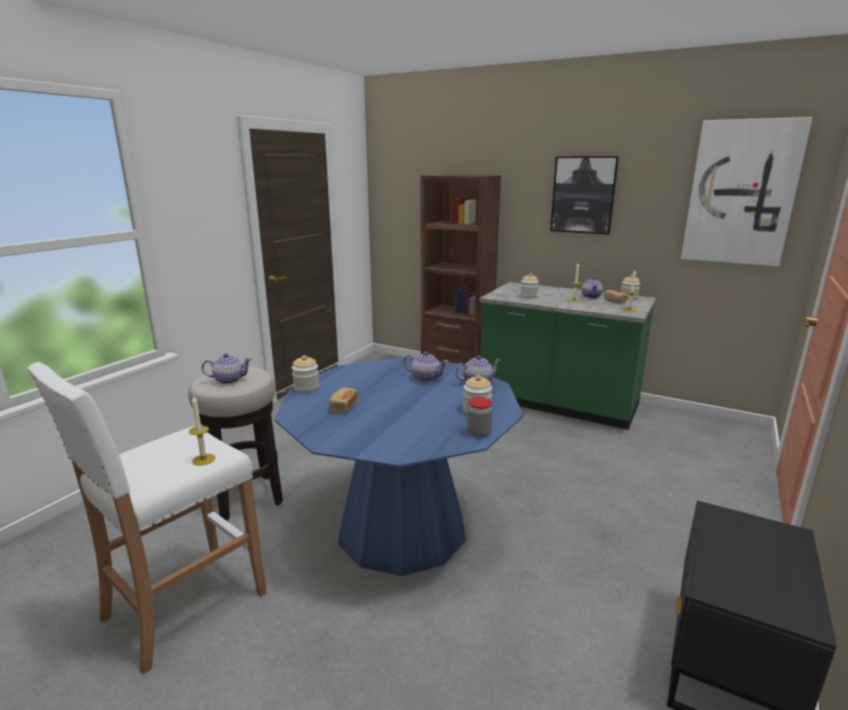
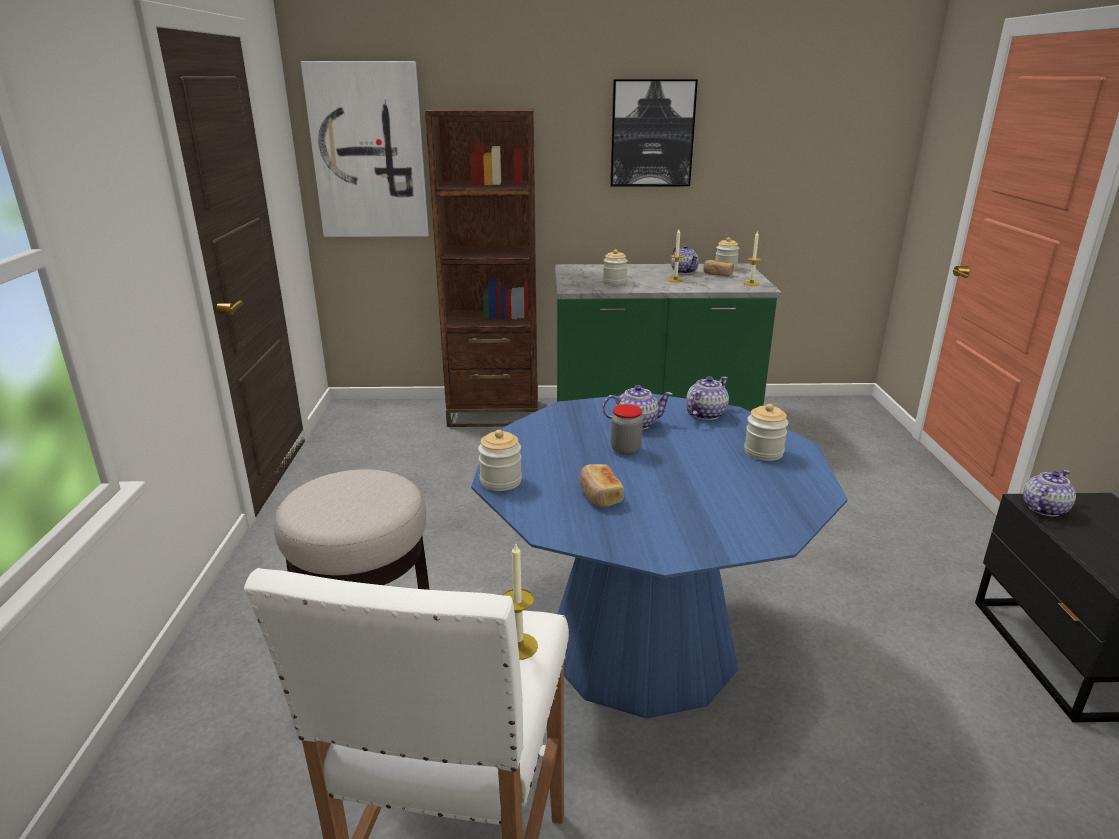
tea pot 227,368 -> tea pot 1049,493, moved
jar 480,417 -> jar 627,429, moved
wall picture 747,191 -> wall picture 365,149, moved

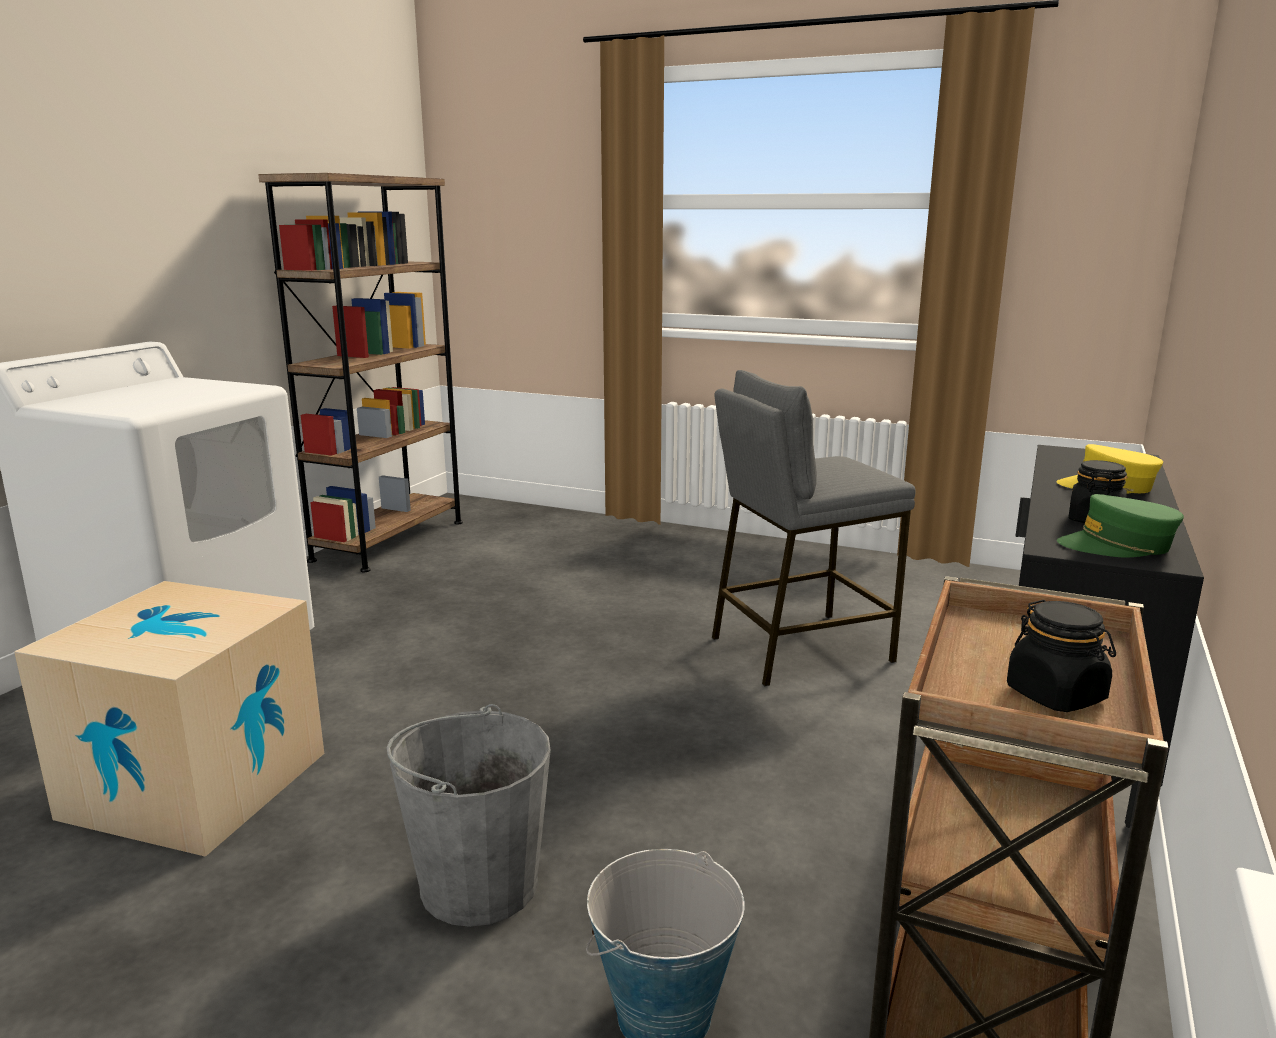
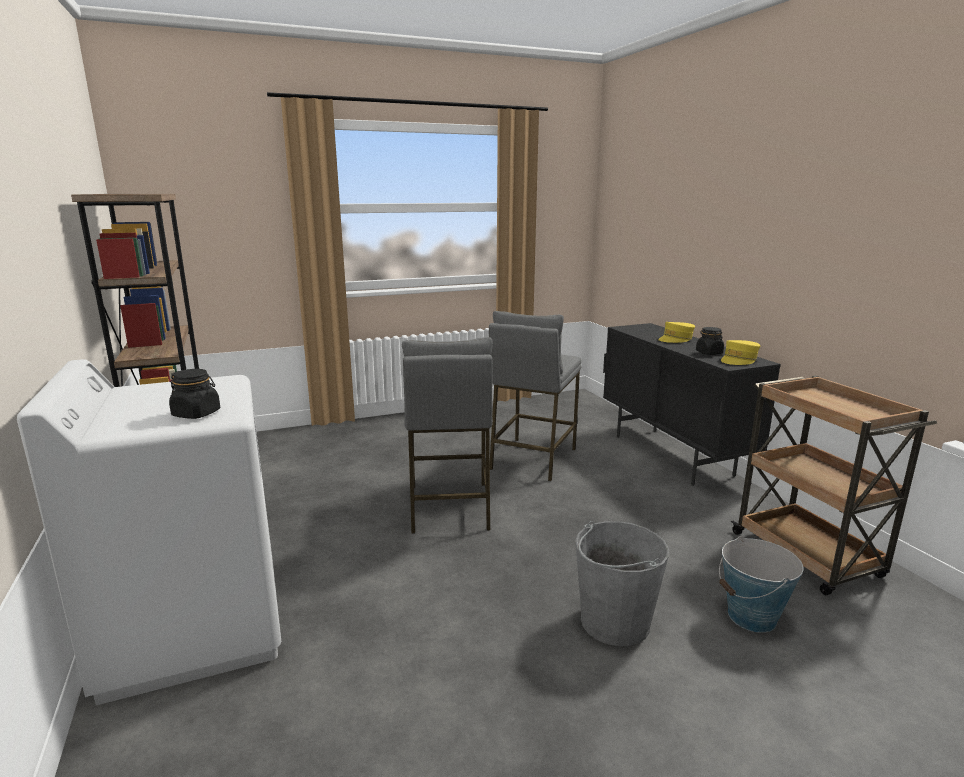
carton 169,719 -> none
blackish jar 1061,656 -> blackish jar 194,394, moved
greenish cap 1120,525 -> yellow cap 740,352
none -> gray stool 447,435

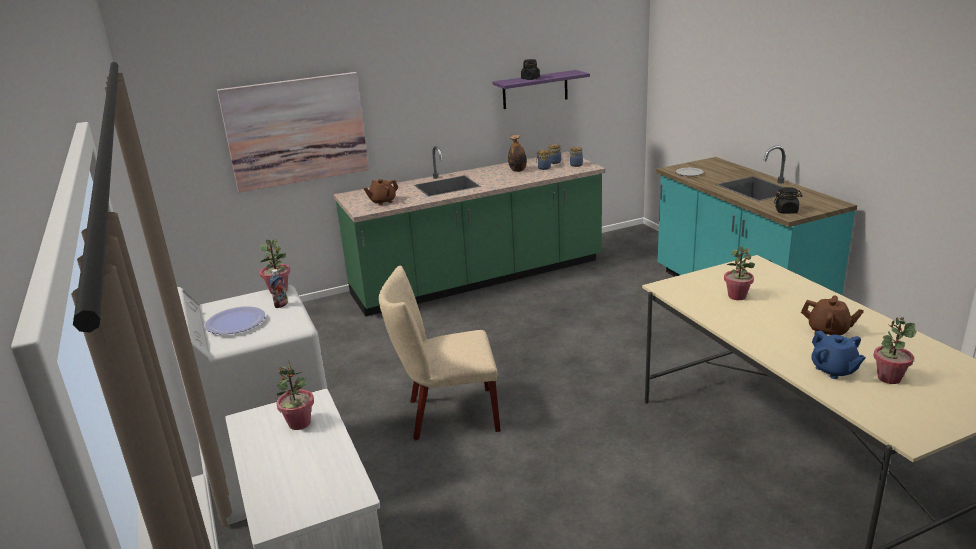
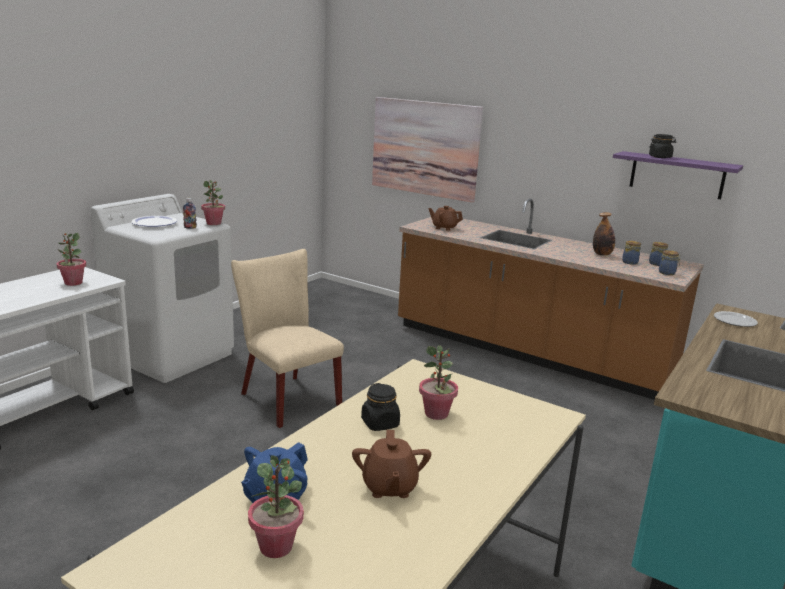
greenish counter 470,231 -> brownish counter 551,299
blackish jar 788,200 -> blackish jar 380,407, moved

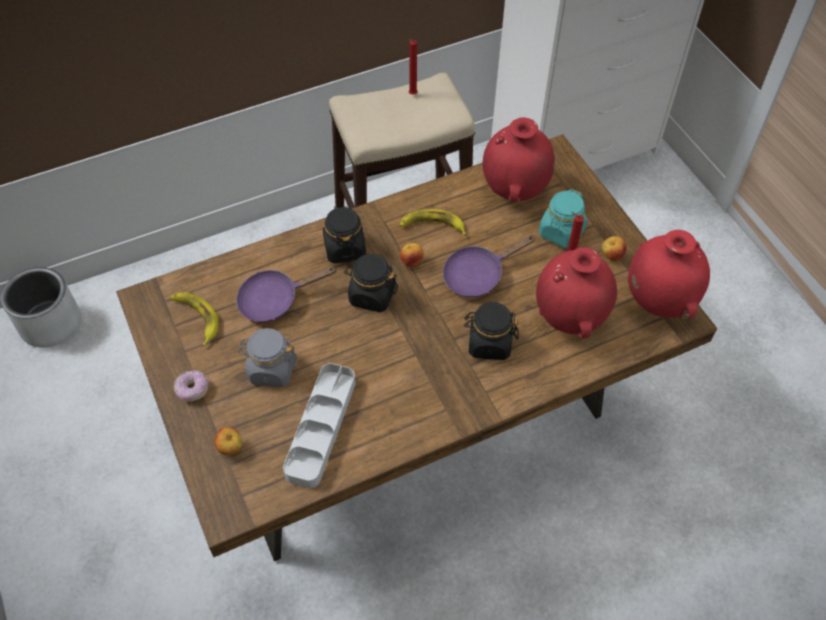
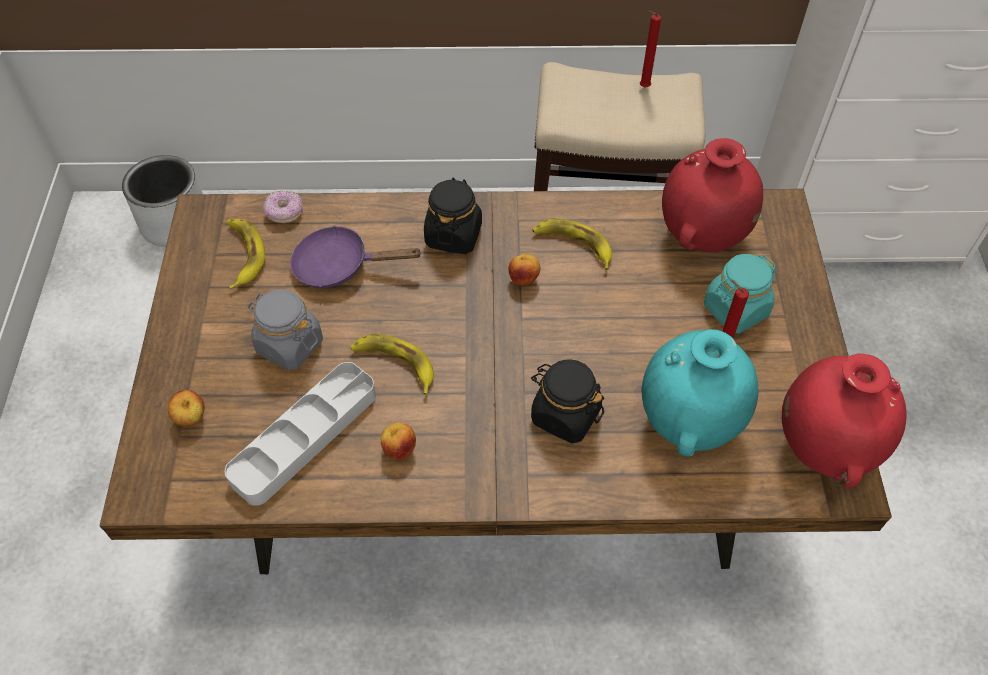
ring doughnut 191,386 -> ring doughnut 283,206, moved
blackish jar 371,283 -> none
purple frying pan 489,266 -> none
reddish flower vase 576,292 -> turquoise-coloured flower vase 700,393
apple 614,248 -> apple 398,441, moved
none -> whole banana 392,364

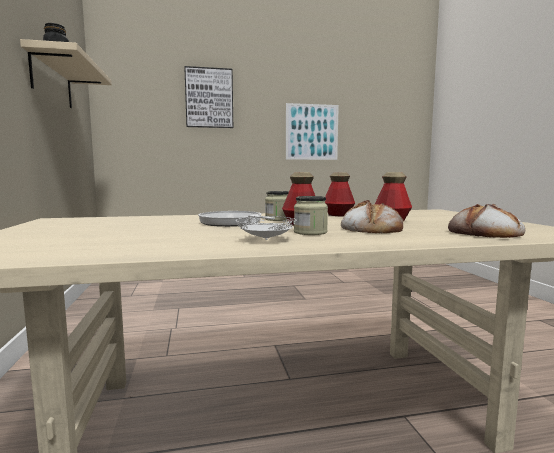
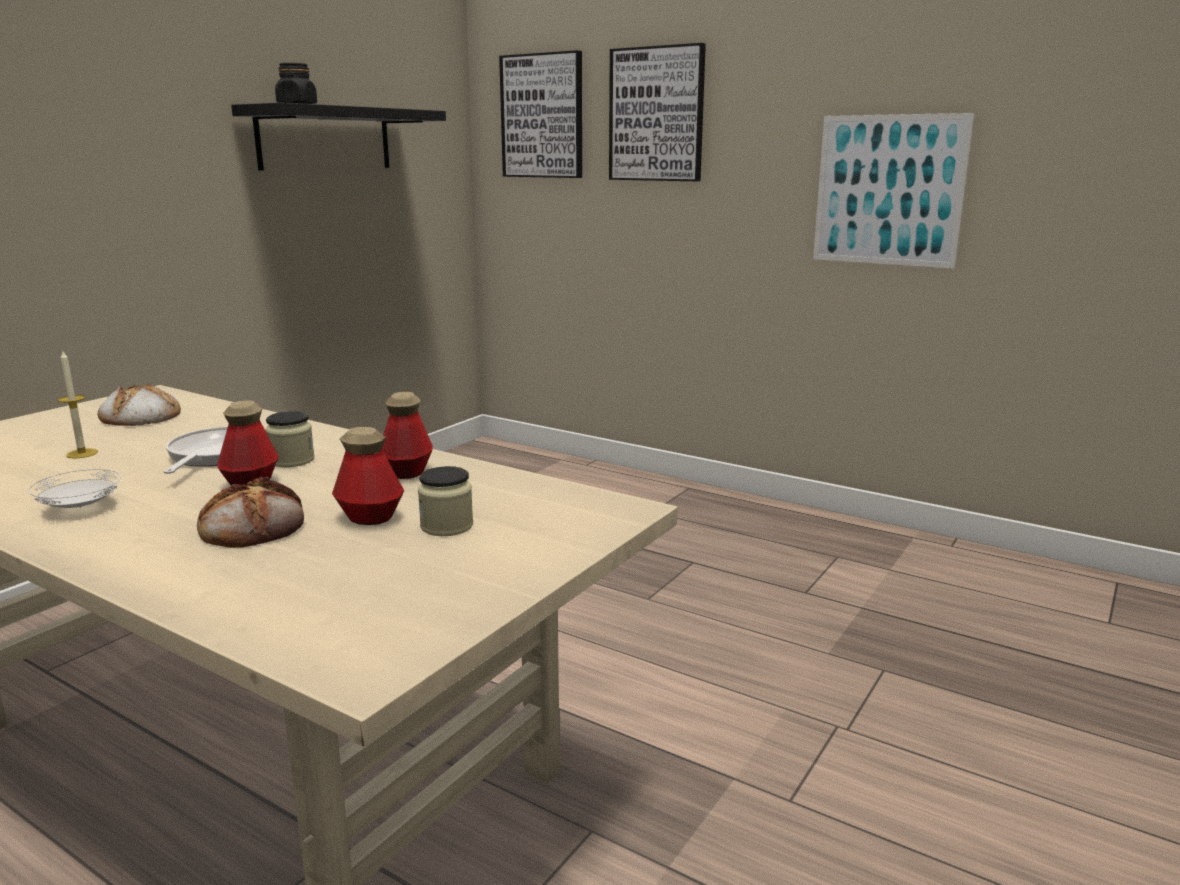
beige-coloured bracket shelf 66,73 -> blackish bracket shelf 338,136
jar 311,215 -> jar 445,501, moved
bread 486,221 -> bread 139,404, moved
none -> candle 78,404
none -> wall picture 540,114

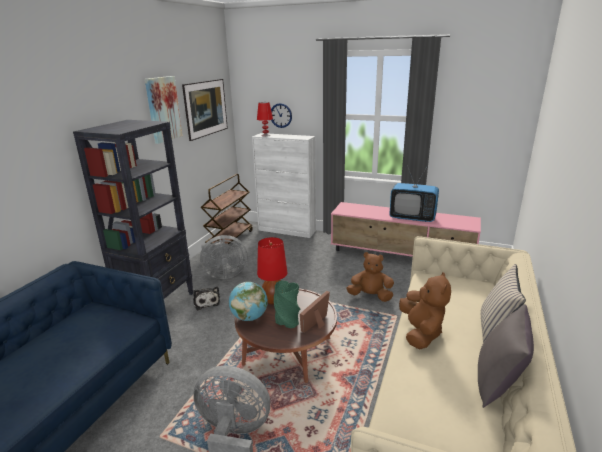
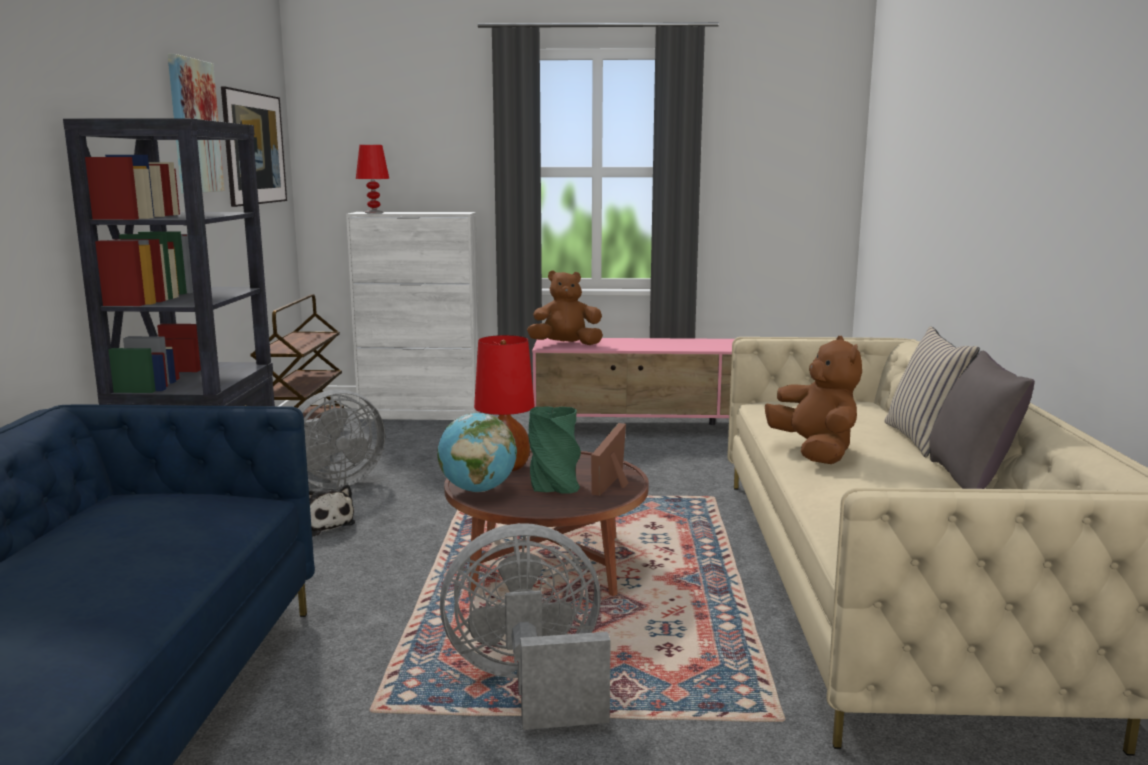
clock on the wall 281,115 -> none
brownish soft toy 370,277 -> brownish soft toy 565,307, moved
TV set 414,193 -> none

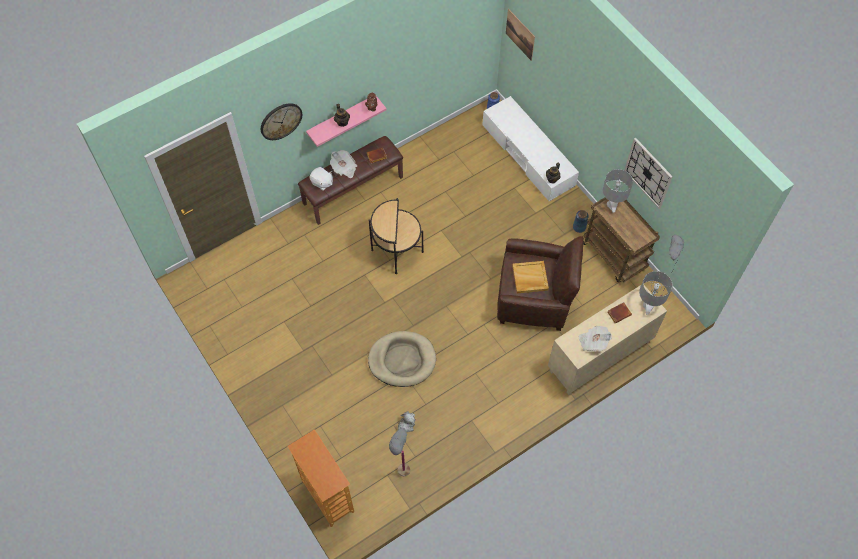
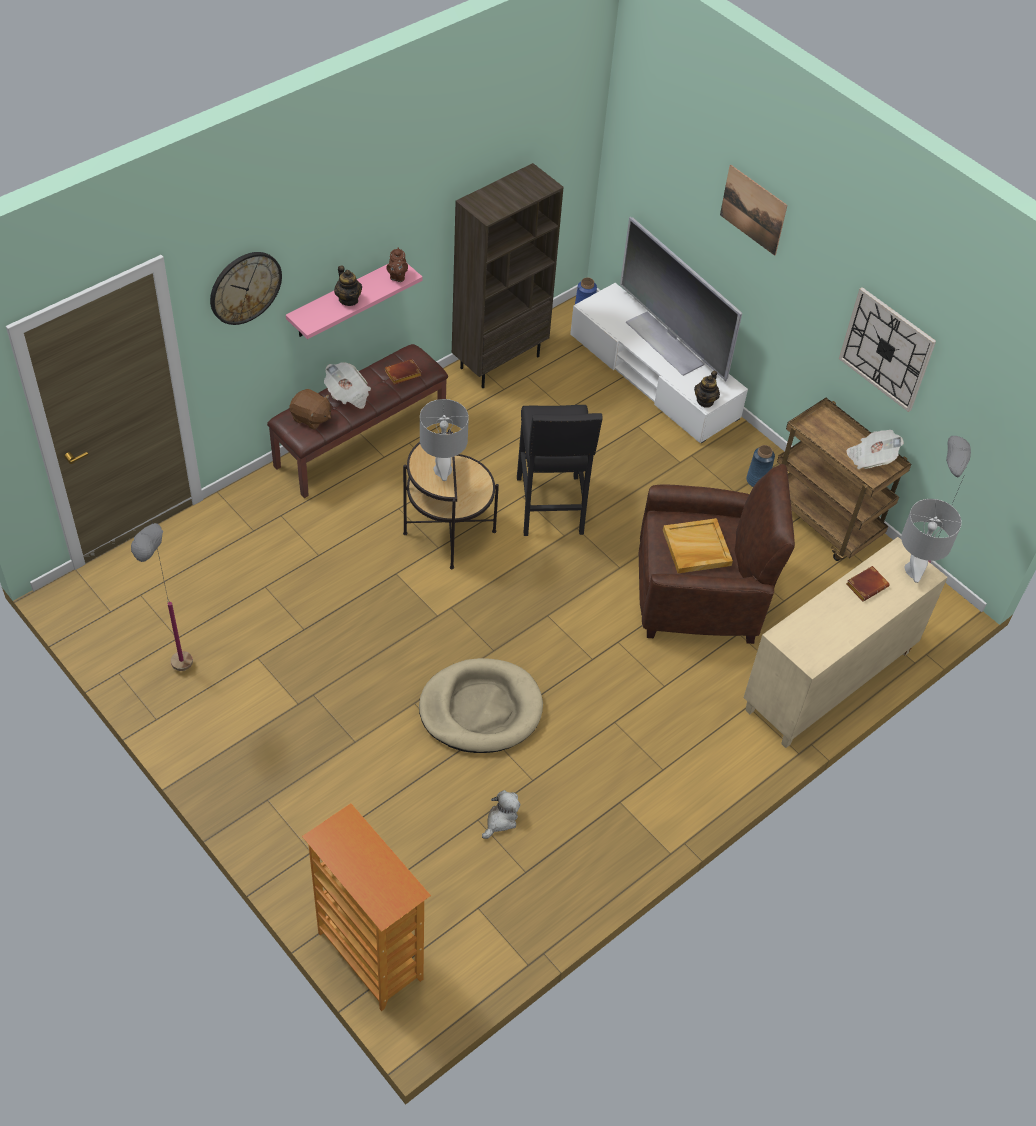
white soft toy 321,178 -> brownish soft toy 310,409
gray standing lamp 399,452 -> gray standing lamp 162,595, moved
wall picture 520,35 -> wall picture 753,210, moved
daily paper 595,339 -> daily paper 875,449, moved
gray lamp for a table 618,191 -> gray lamp for a table 444,440, moved
none -> brownish shelving unit 508,275
none -> blackish stool 560,470
none -> TV set 681,299

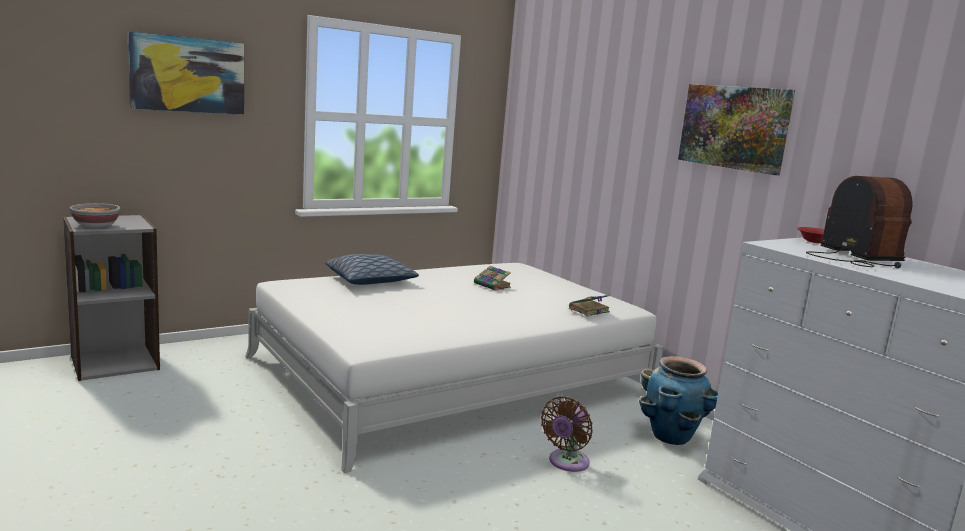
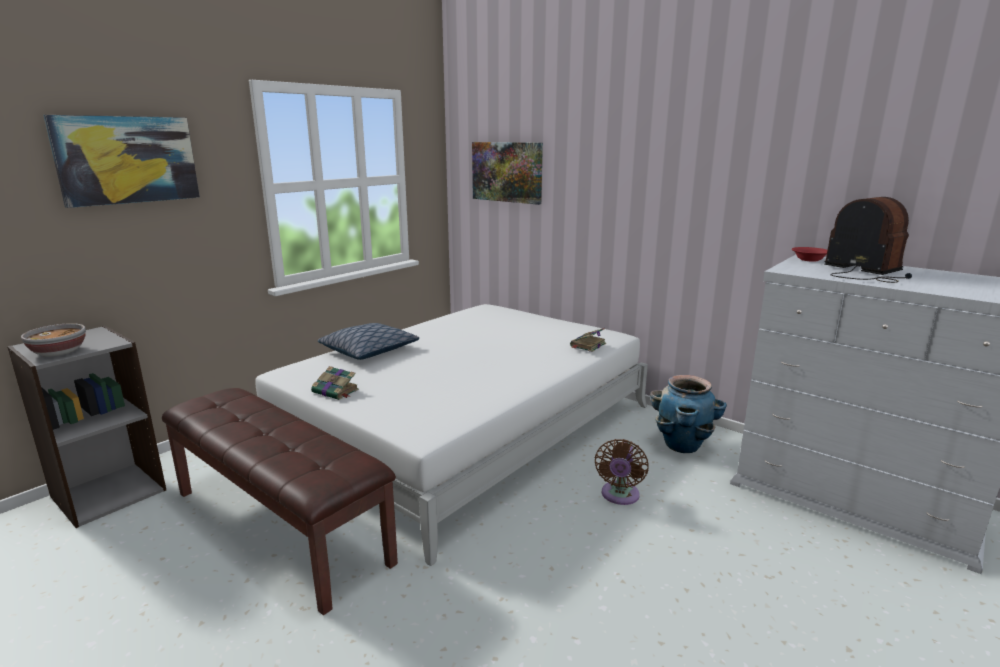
volume 492,278 -> volume 335,383, moved
wall picture 736,129 -> wall picture 507,173, moved
none -> brownish indoor bench 280,501

